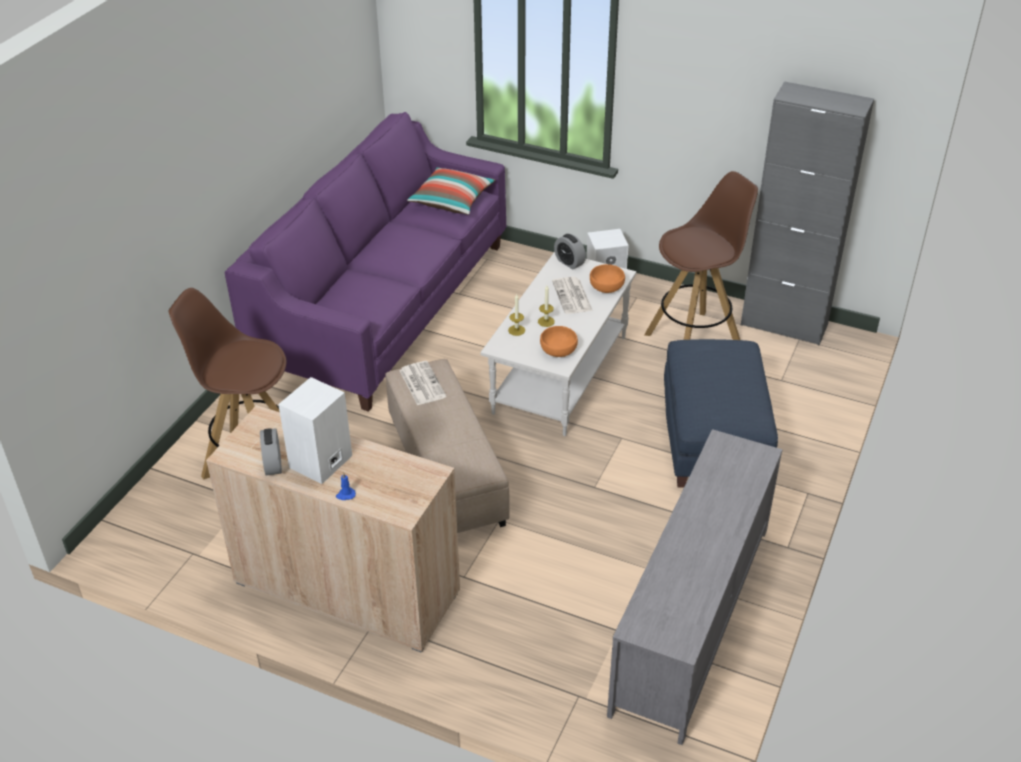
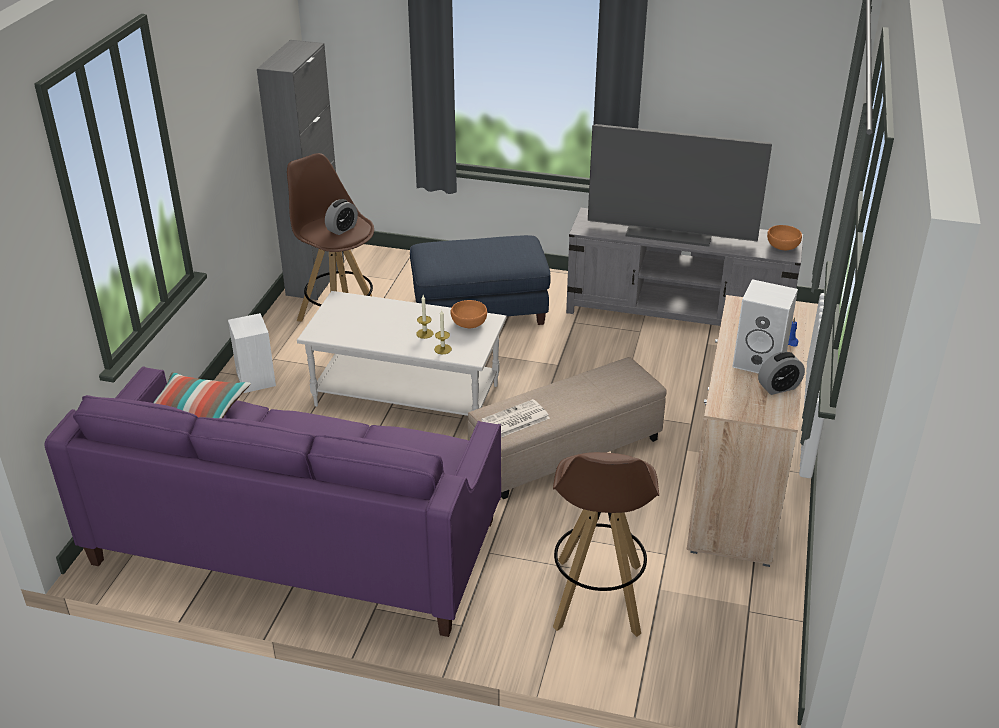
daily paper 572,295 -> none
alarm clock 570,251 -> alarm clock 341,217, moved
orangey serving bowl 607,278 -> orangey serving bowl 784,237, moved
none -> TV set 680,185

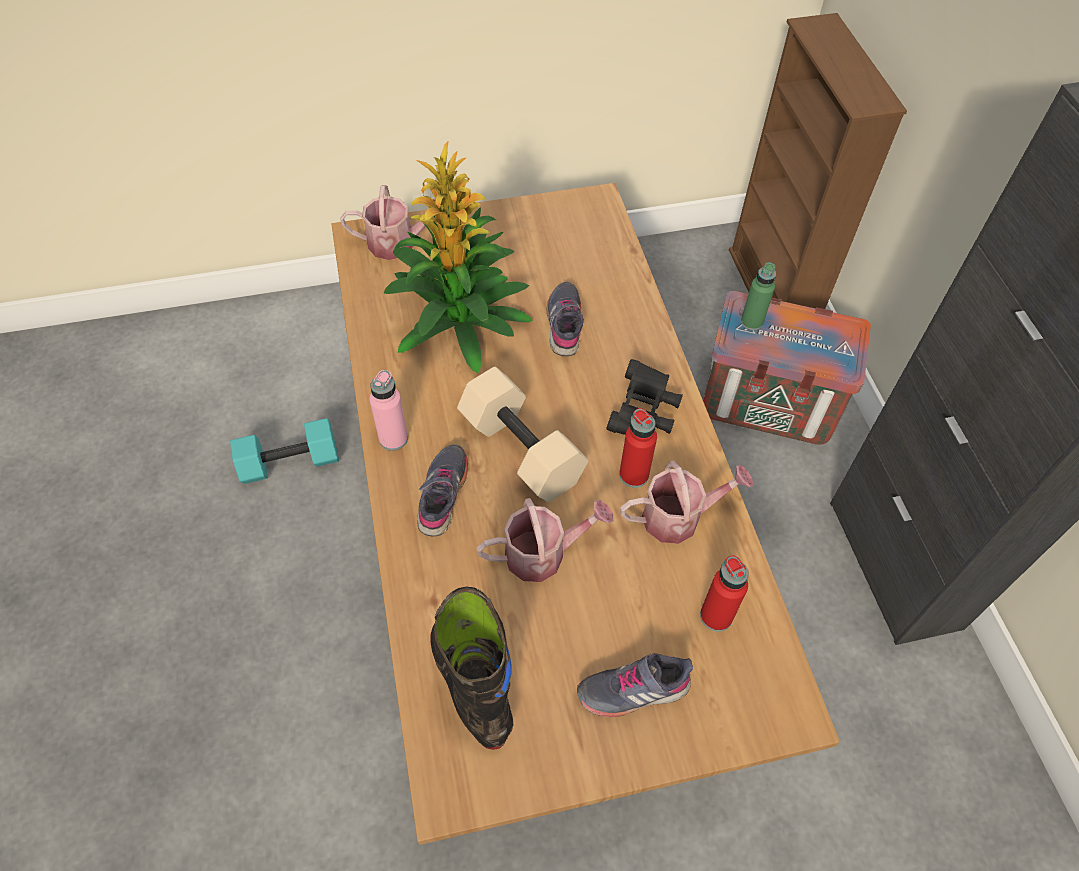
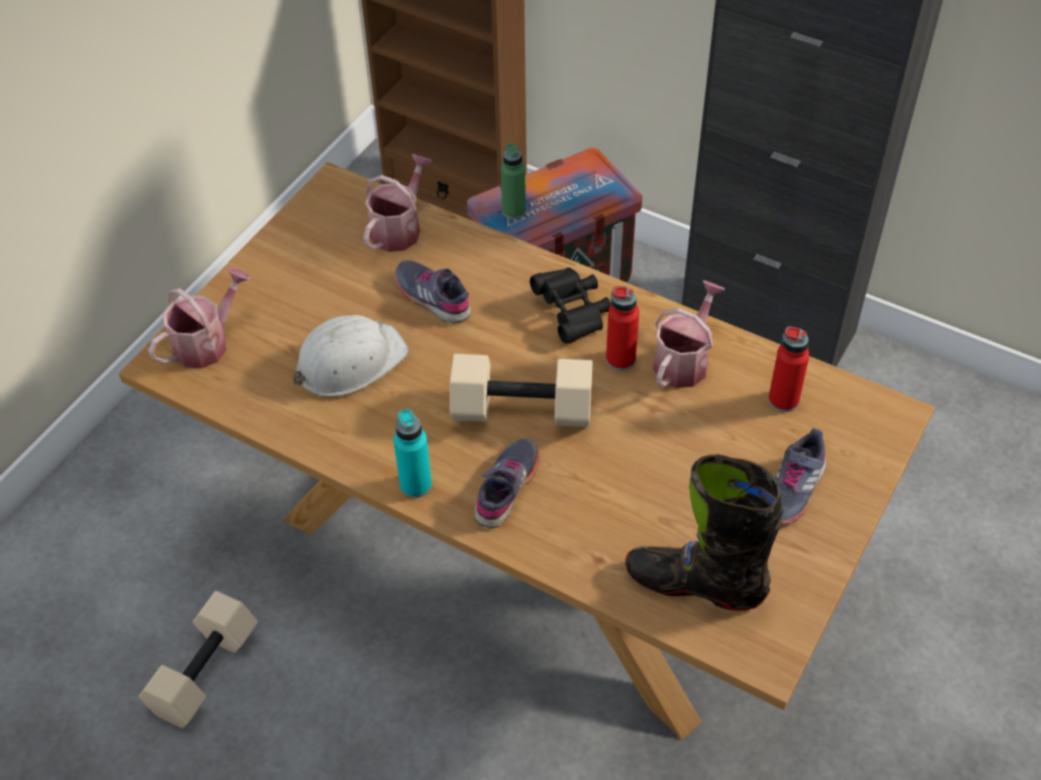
turquoise-coloured dumbbell 284,451 -> beige-coloured dumbbell 198,659
pink beverage bottle 388,410 -> turquoise-coloured beverage bottle 413,453
houseplant 458,256 -> white hard hat 351,356
gray item of footwear 442,490 -> gray item of footwear 507,483, 60 degrees clockwise
watering can 545,540 -> watering can 397,203, moved

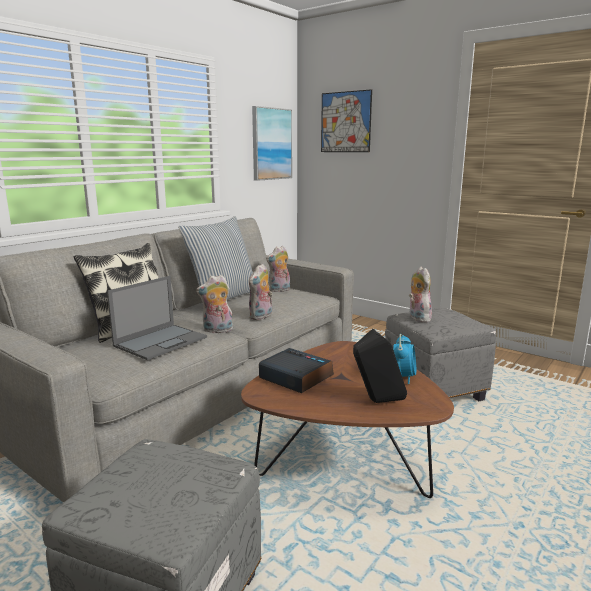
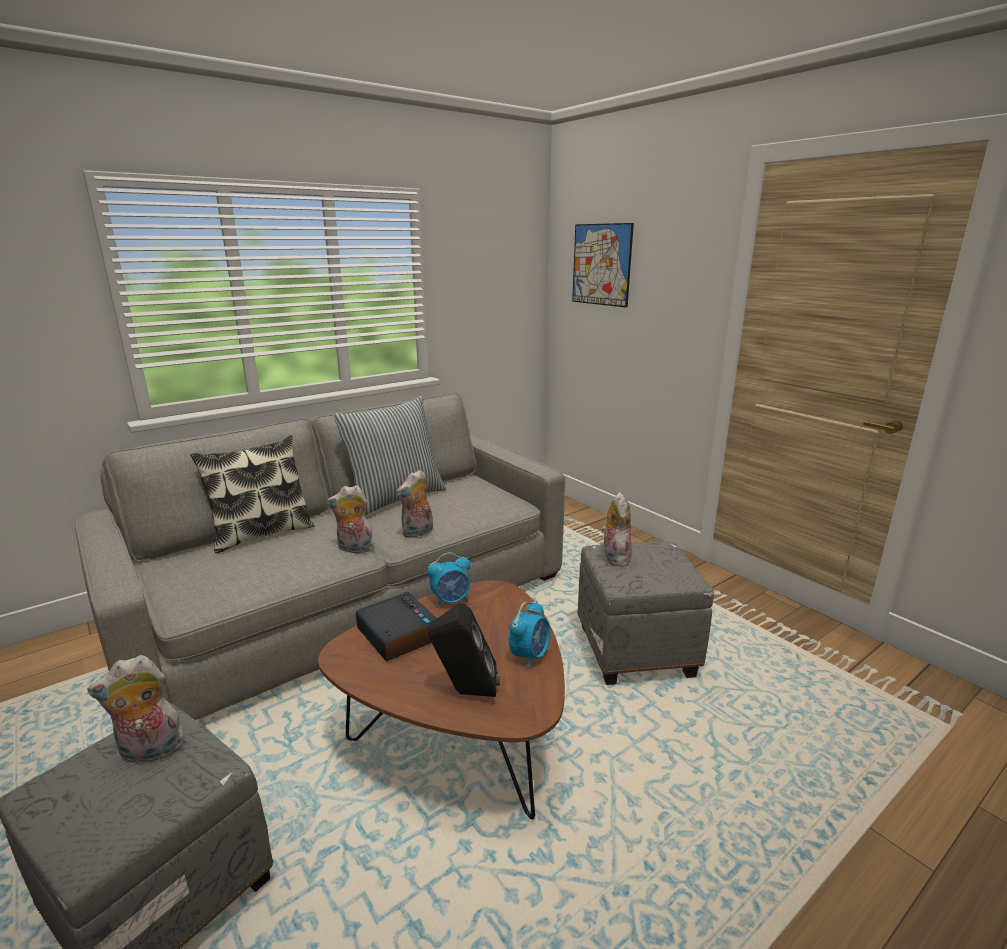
laptop 157,318 -> none
wall picture 272,143 -> none
soft toy 278,269 -> soft toy 136,710, moved
none -> alarm clock 449,580

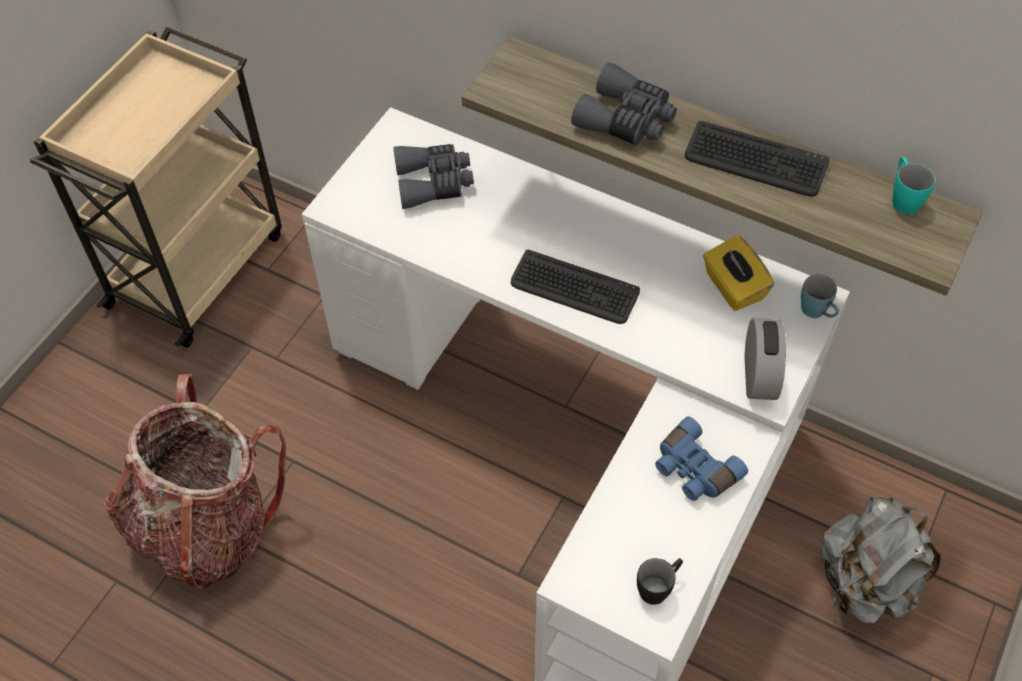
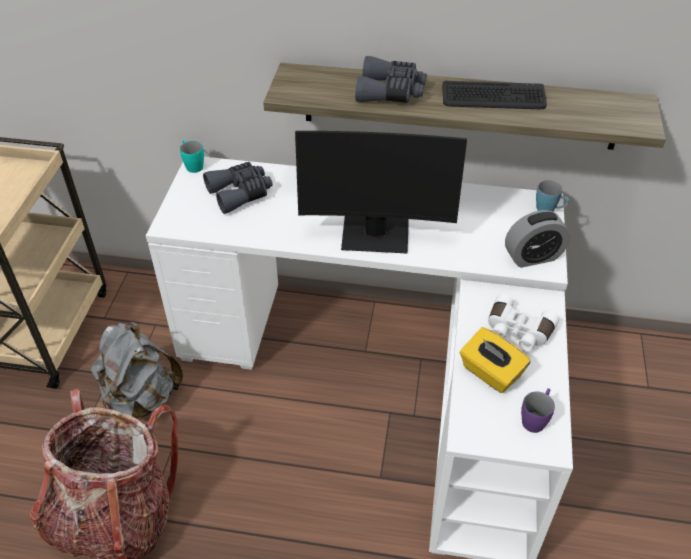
PC keyboard 575,287 -> monitor 381,192
blackish coffee mug 660,581 -> purple coffee mug 538,410
blue-coloured pair of binoculars 701,458 -> white pair of binoculars 523,322
yellow box of tissues 738,273 -> yellow box of tissues 495,360, moved
alarm clock 765,359 -> alarm clock 537,239, 90 degrees clockwise
gray backpack 881,560 -> gray backpack 137,370, moved
turquoise-coloured coffee mug 914,185 -> turquoise-coloured coffee mug 192,156, moved

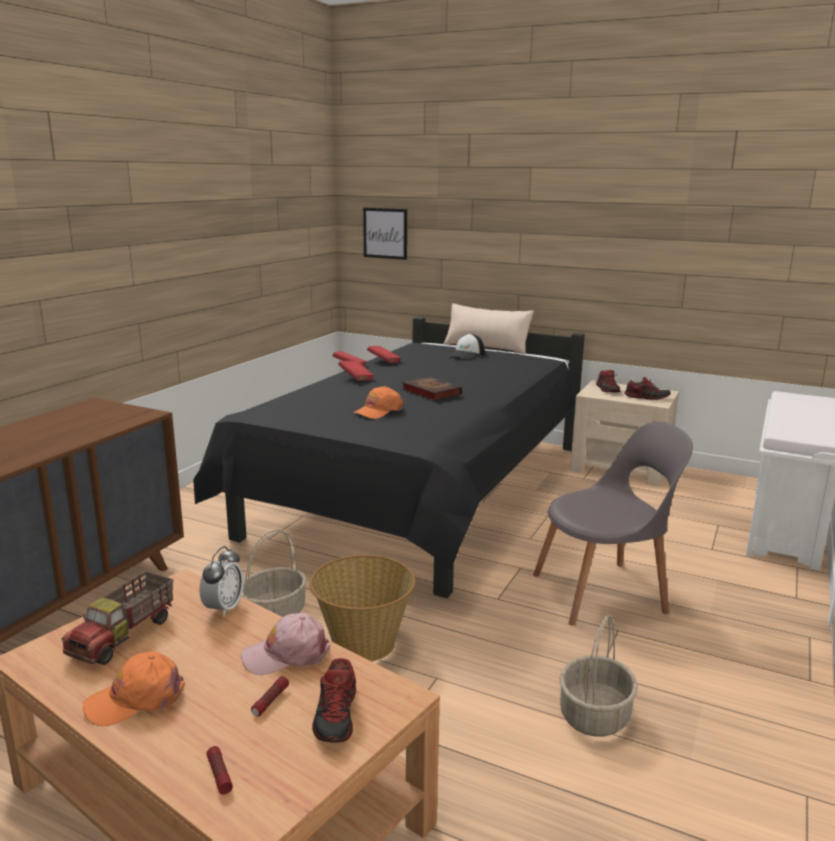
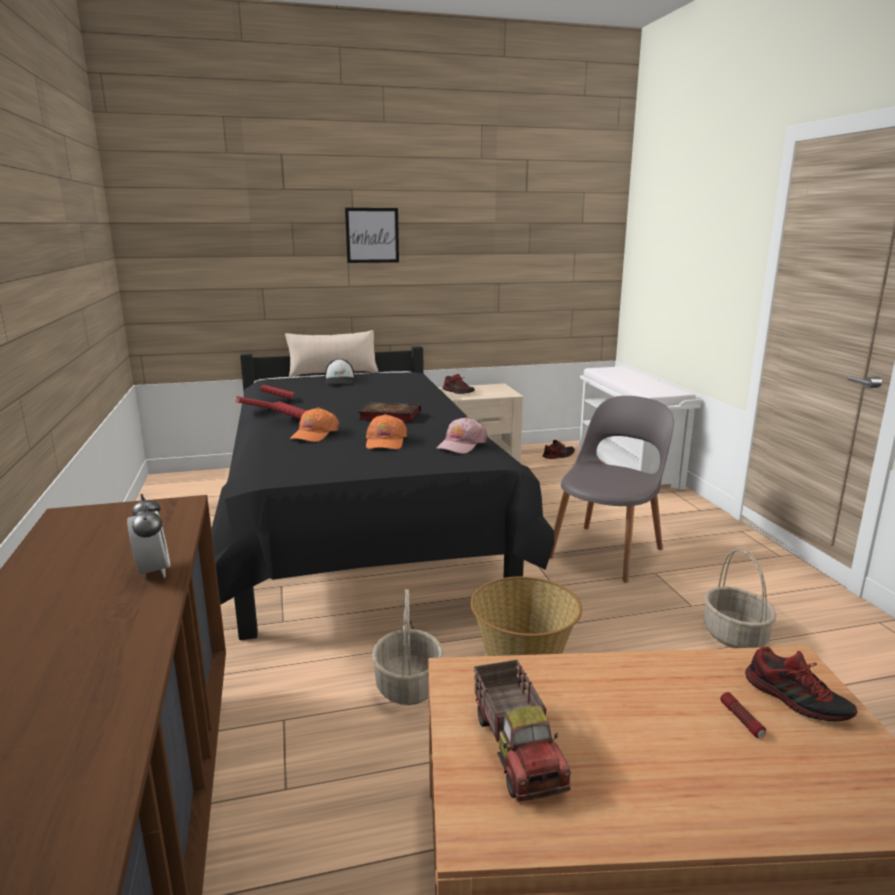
orangey cap 134,688 -> orangey cap 314,424, moved
alarm clock 221,581 -> alarm clock 148,536, moved
torch 220,770 -> none
pink cap 285,644 -> pink cap 462,435, moved
wall picture 385,234 -> wall picture 372,235, moved
item of footwear 647,388 -> item of footwear 558,449, moved

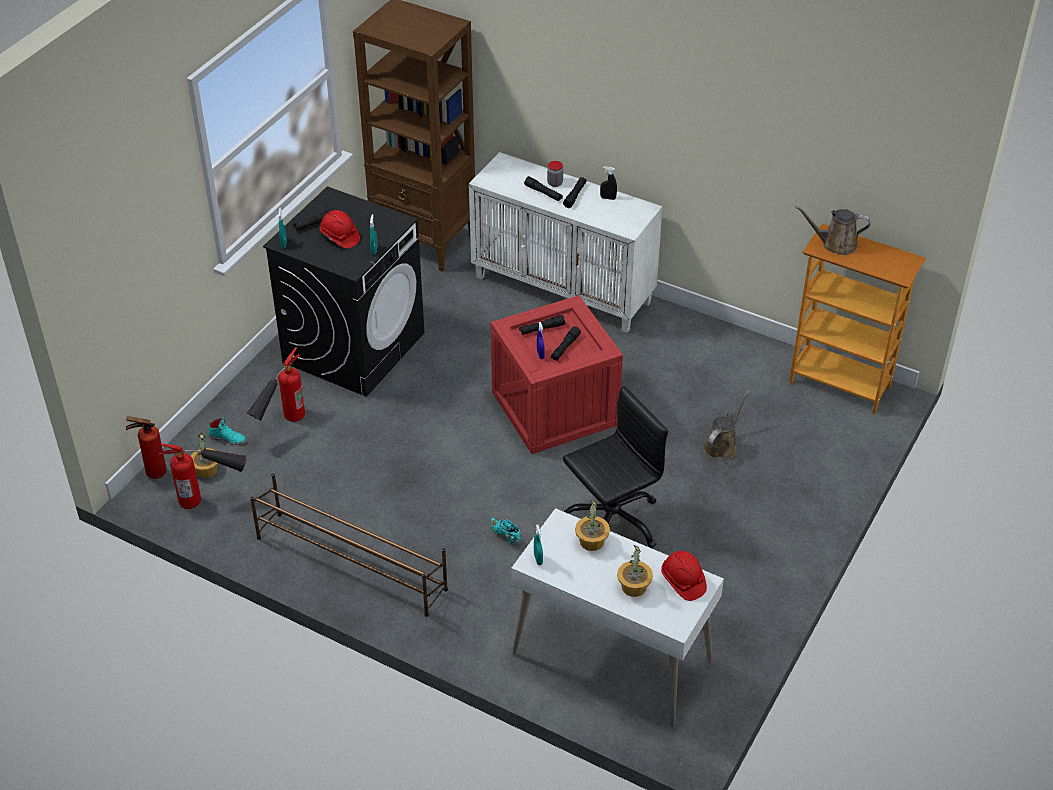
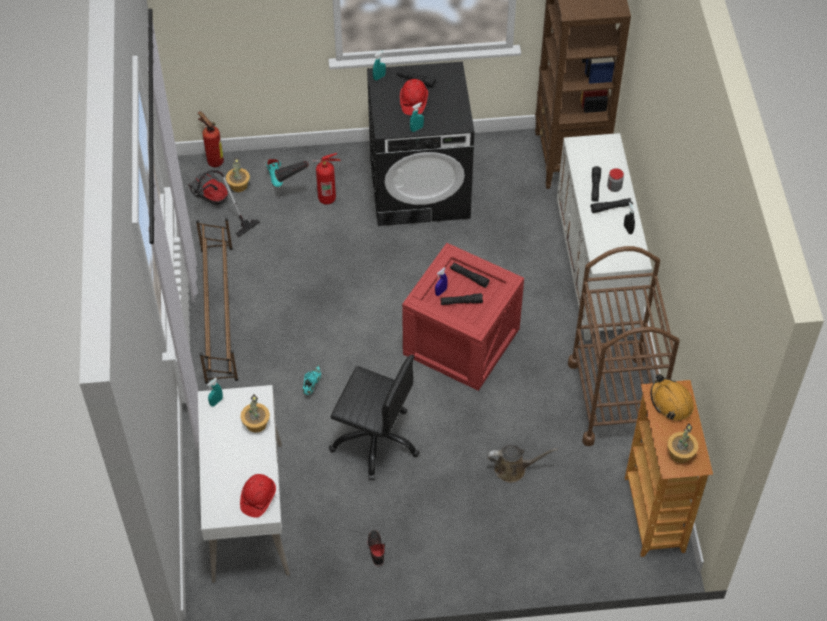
fire extinguisher 202,476 -> vacuum 224,203
houseplant 635,571 -> houseplant 682,443, moved
brownish watering can 832,230 -> orangey hard hat 672,397
none -> blackish item of footwear 376,548
none -> brownish wheeled cart 624,346

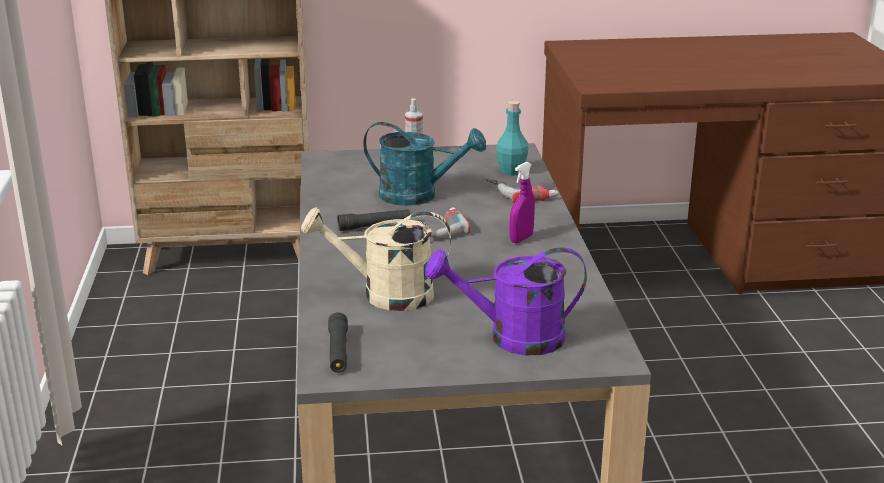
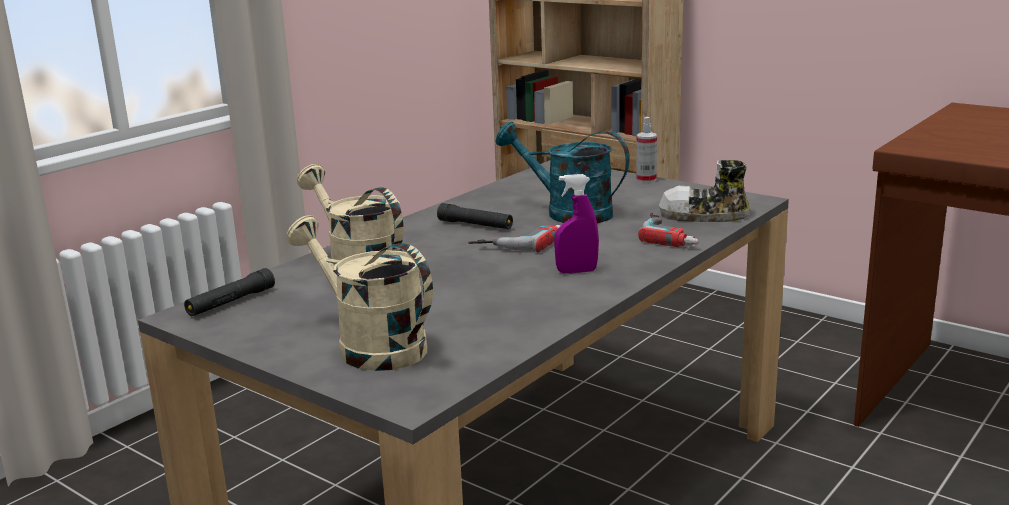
turquoise-coloured watering can 424,164 -> turquoise-coloured watering can 562,172, 150 degrees clockwise
purple watering can 506,301 -> beige-coloured watering can 360,293
turquoise-coloured beverage bottle 512,138 -> item of footwear 704,191

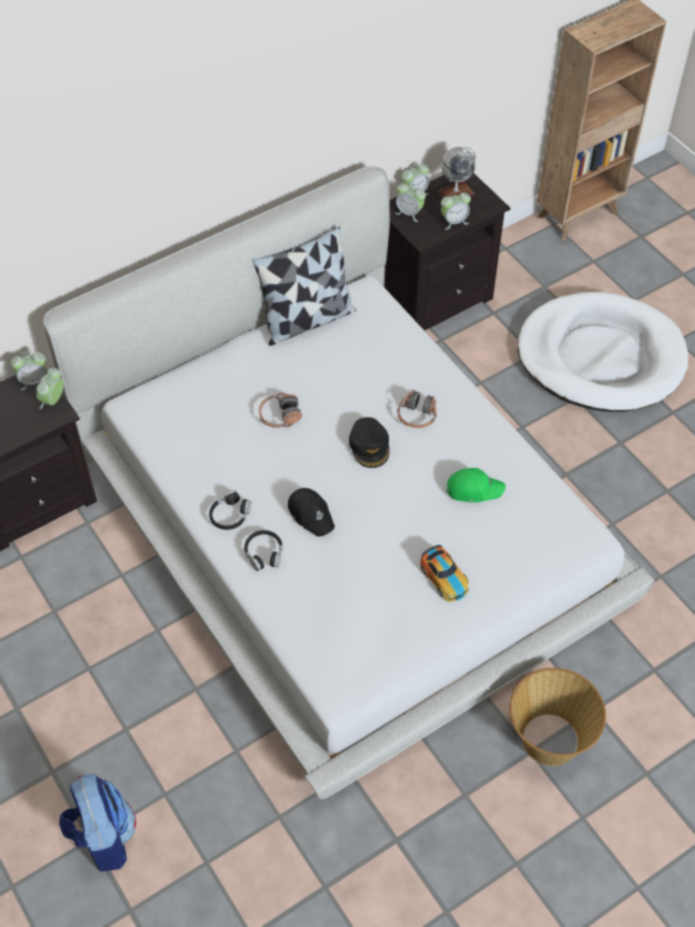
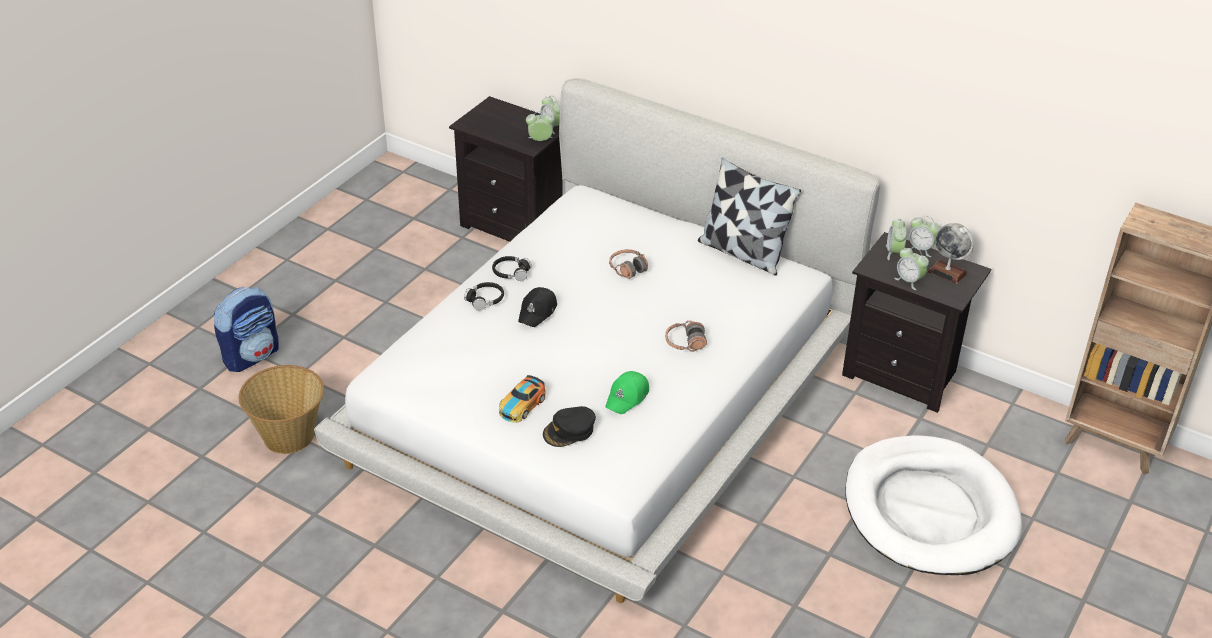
blackish cap 369,442 -> blackish cap 569,426, moved
greenish cap 476,485 -> greenish cap 627,392, 60 degrees clockwise
household basket 557,717 -> household basket 281,409, moved

